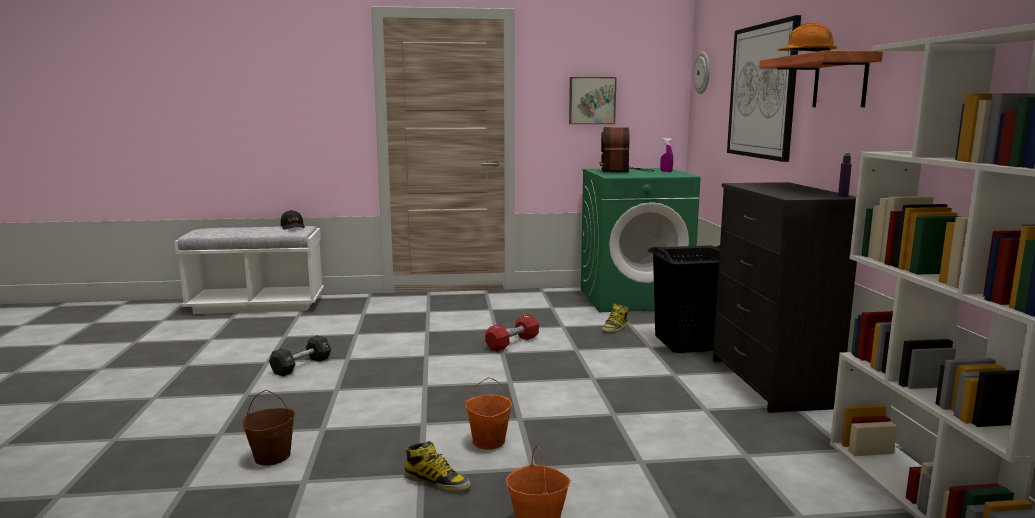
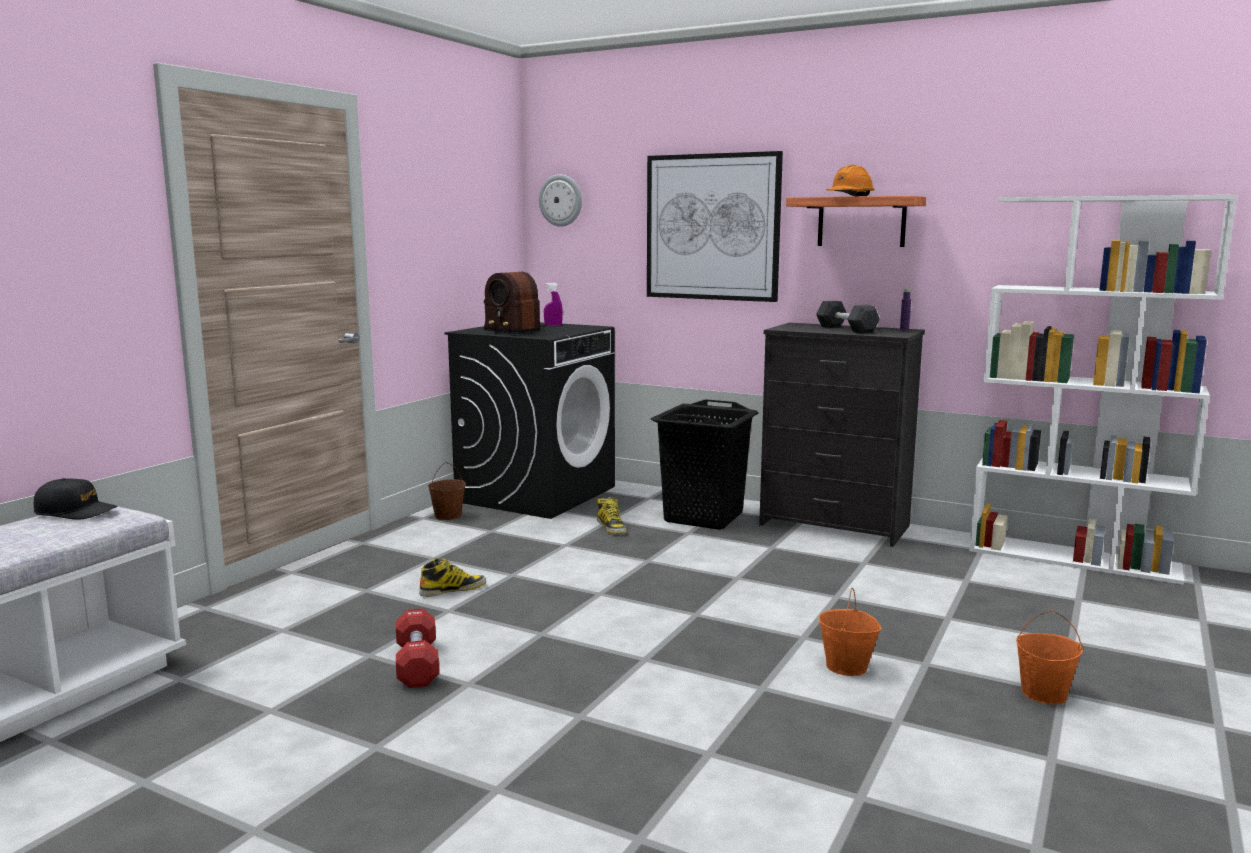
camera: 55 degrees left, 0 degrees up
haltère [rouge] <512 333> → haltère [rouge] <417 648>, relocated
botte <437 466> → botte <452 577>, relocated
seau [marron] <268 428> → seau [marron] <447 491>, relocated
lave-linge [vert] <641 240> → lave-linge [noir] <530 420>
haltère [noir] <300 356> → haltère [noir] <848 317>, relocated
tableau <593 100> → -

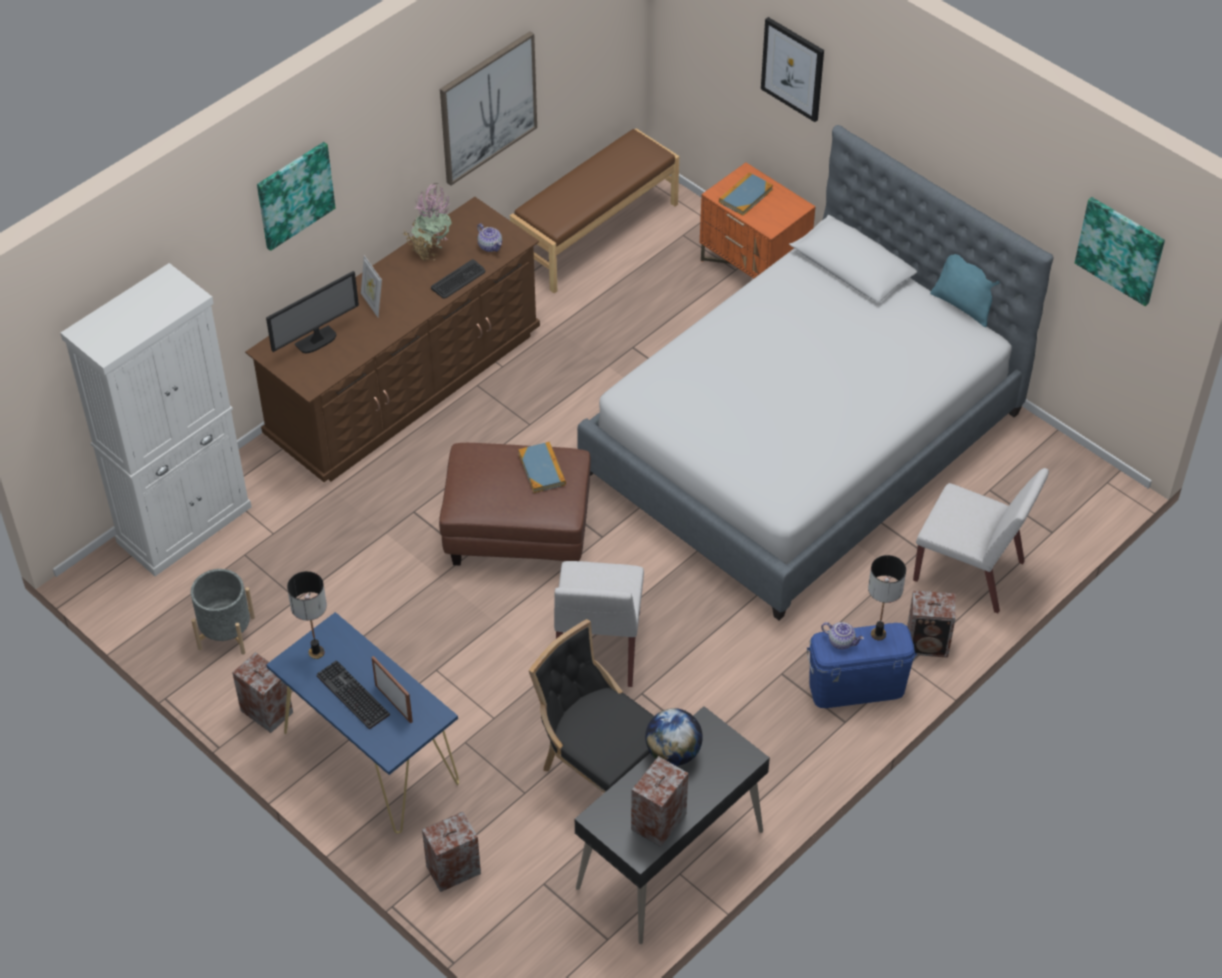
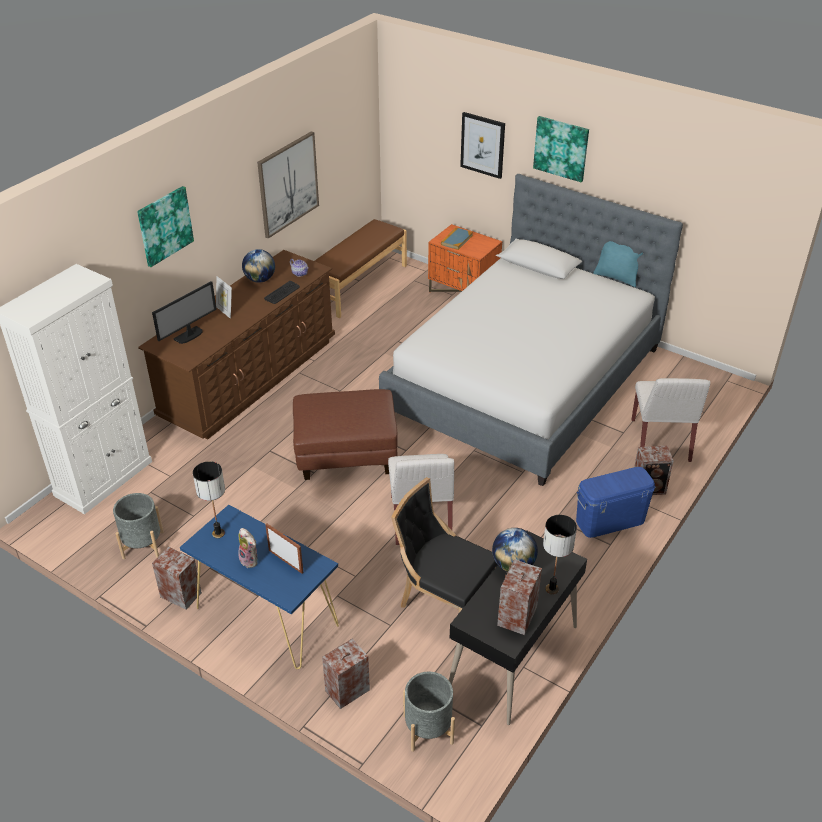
camera: 10 degrees left, 10 degrees down
clavier <353 695> → peluche <248 548>
plante en pot <427 222> → globe <258 266>
- → cache-pot [gris] <429 712>
tableau <1120 251> → tableau <561 149>, relocated
lampe de table <887 597> → lampe de table <560 554>, relocated
chaise [blanc] <981 540> → chaise [blanc] <670 420>, 75 degrees clockwise
livre <542 467> → -
théière <842 635> → -

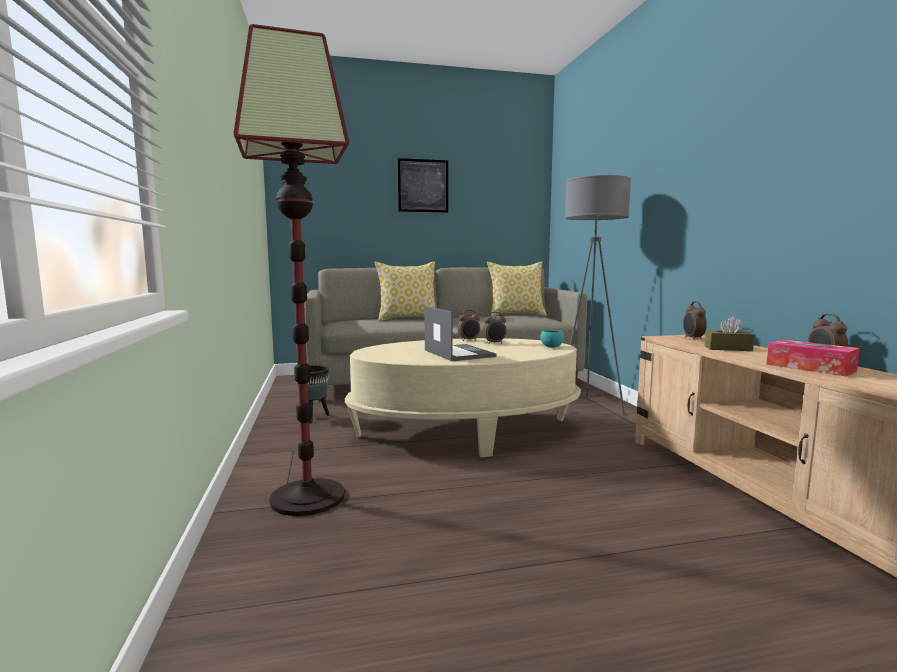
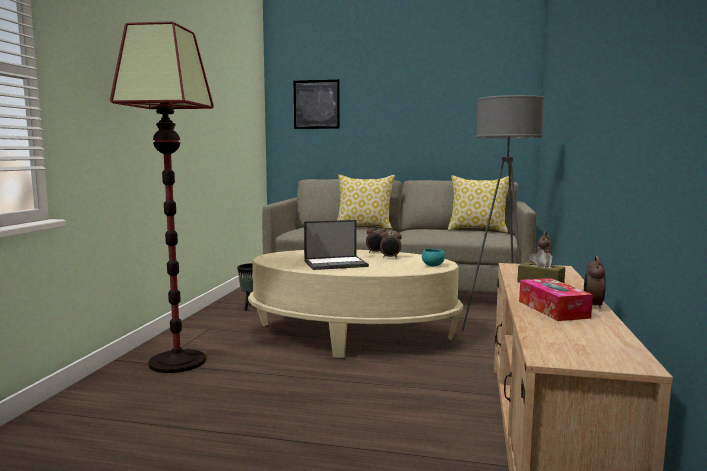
camera: 25 degrees right, 0 degrees up
tableau <423 185> → tableau <317 104>, relocated
ordinateur portable <460 333> → ordinateur portable <336 245>, 75 degrees clockwise

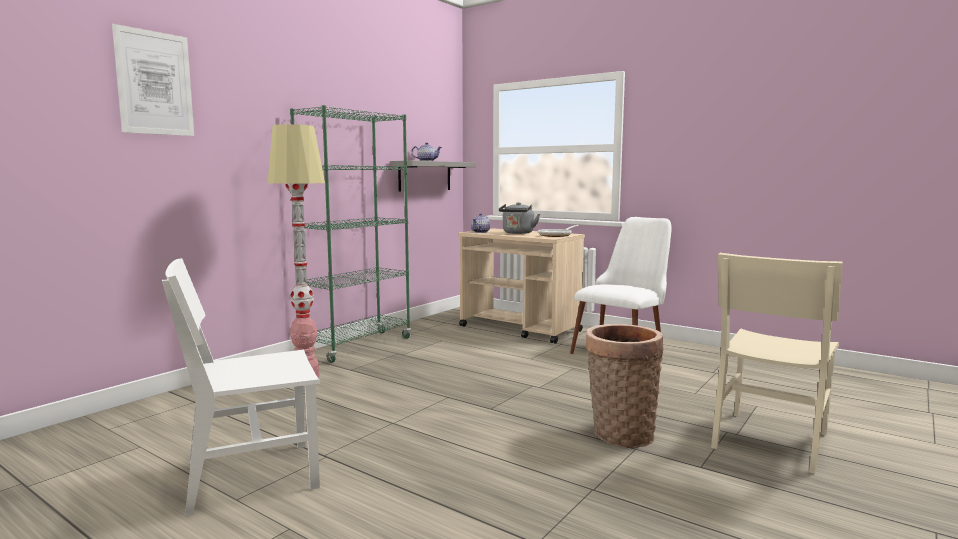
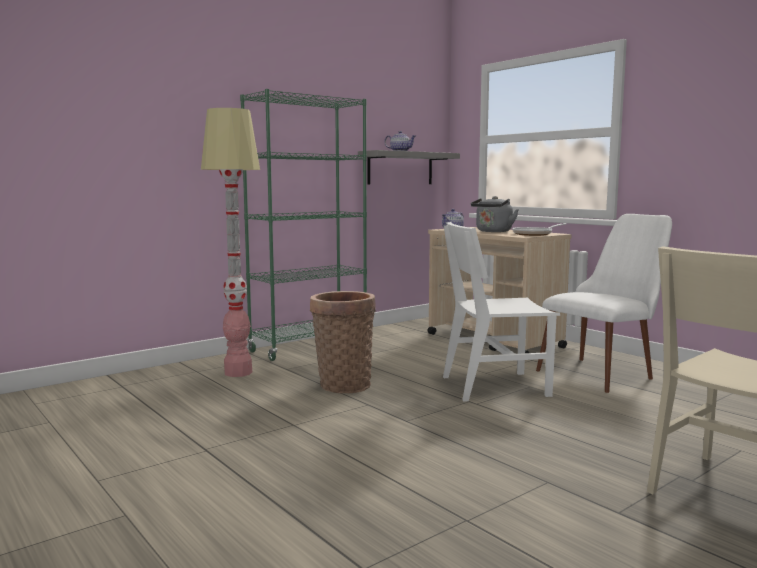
camera: 15 degrees right, 0 degrees up
panier <624 386> → panier <343 342>, relocated
chaise [blanc] <241 387> → chaise [blanc] <501 312>, relocated
tableau <153 80> → -

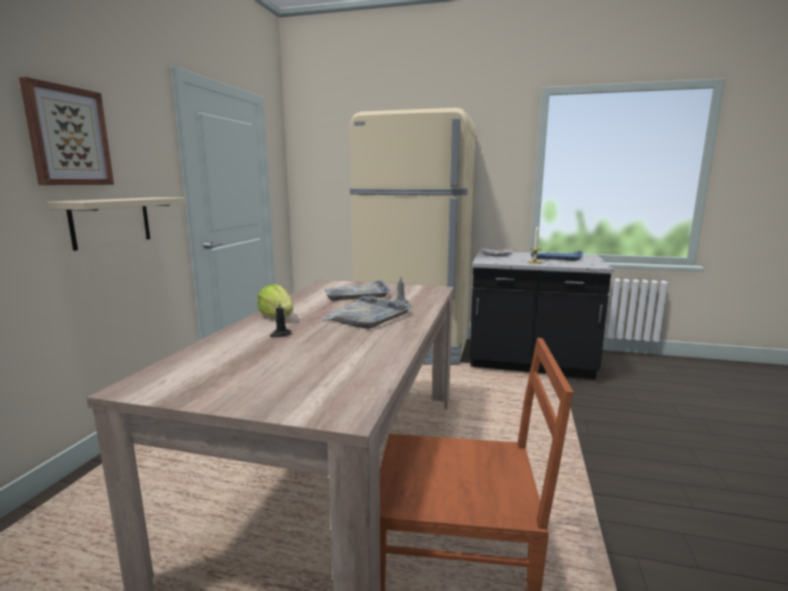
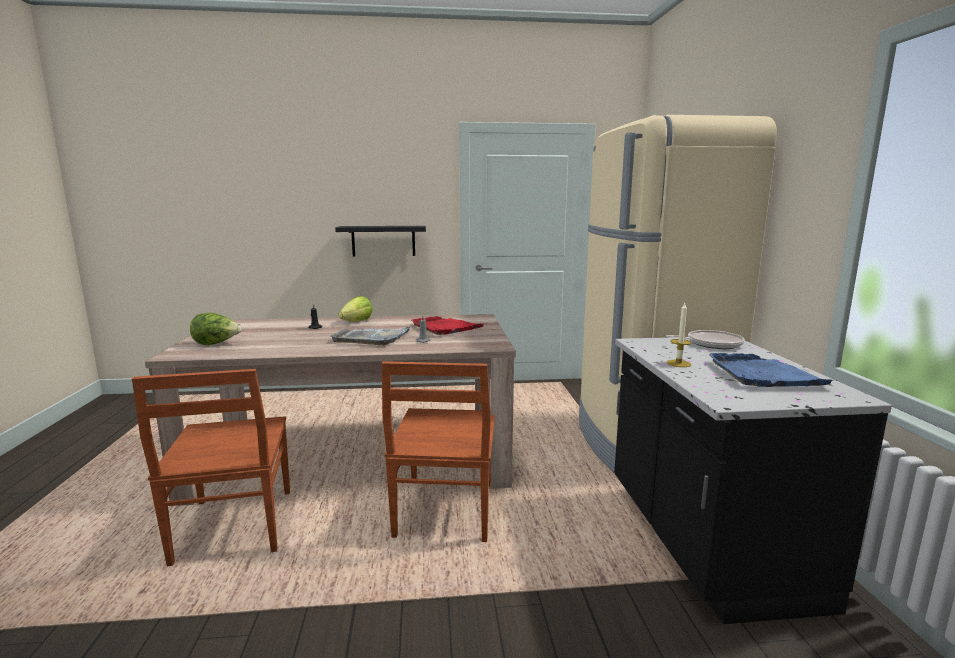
camera: 70 degrees right, 0 degrees up
- → laitue <216 329>
étagère [beige] <116 224> → étagère [noir] <380 241>
- → chaise [marron] <438 451>
plateau [gris] <358 290> → plateau [rouge] <447 325>
tableau <66 131> → -

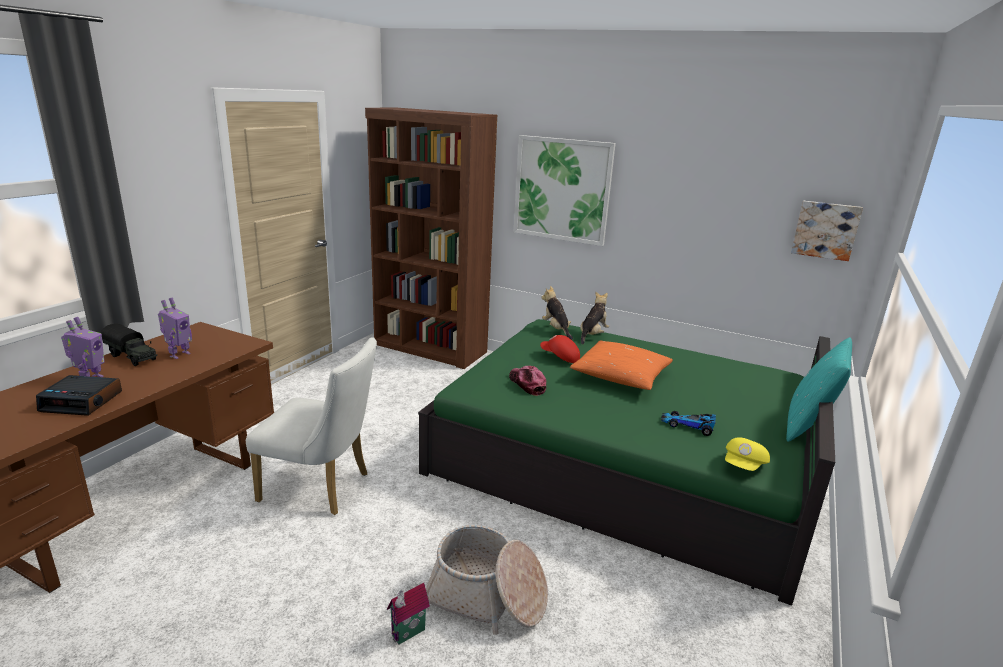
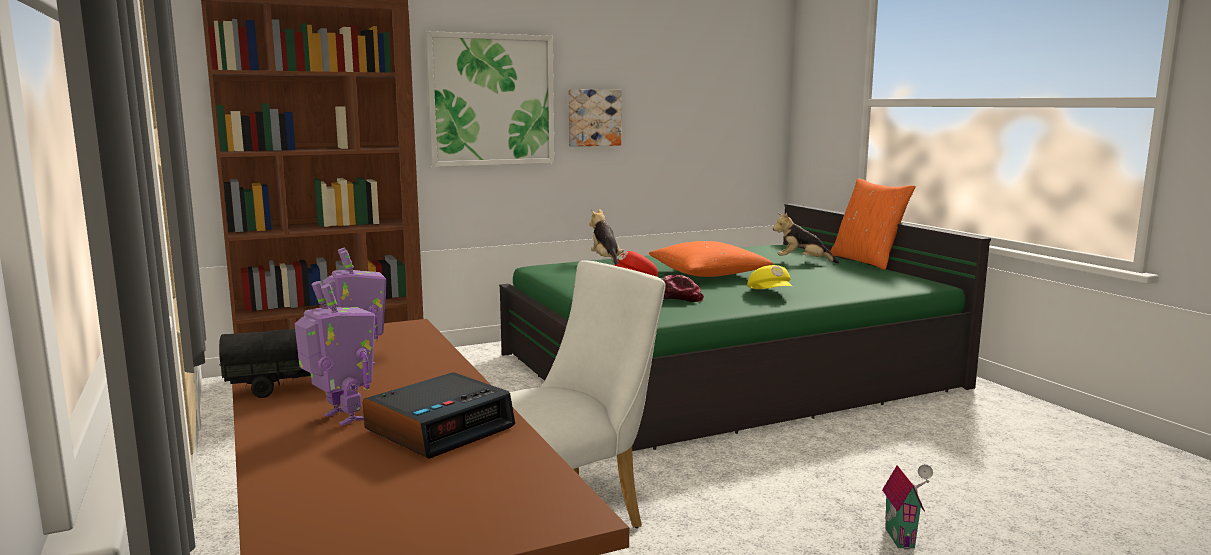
camera: 50 degrees left, 10 degrees down
tableau <827 231> → tableau <595 118>, relocated
casquette [jaune] <747 454> → casquette [jaune] <770 277>, relocated
peluche <557 313> → peluche <806 238>, relocated
coussin [turquoise] <819 389> → coussin [orange] <873 224>
panier <487 580> → -
petite voiture <688 423> → -

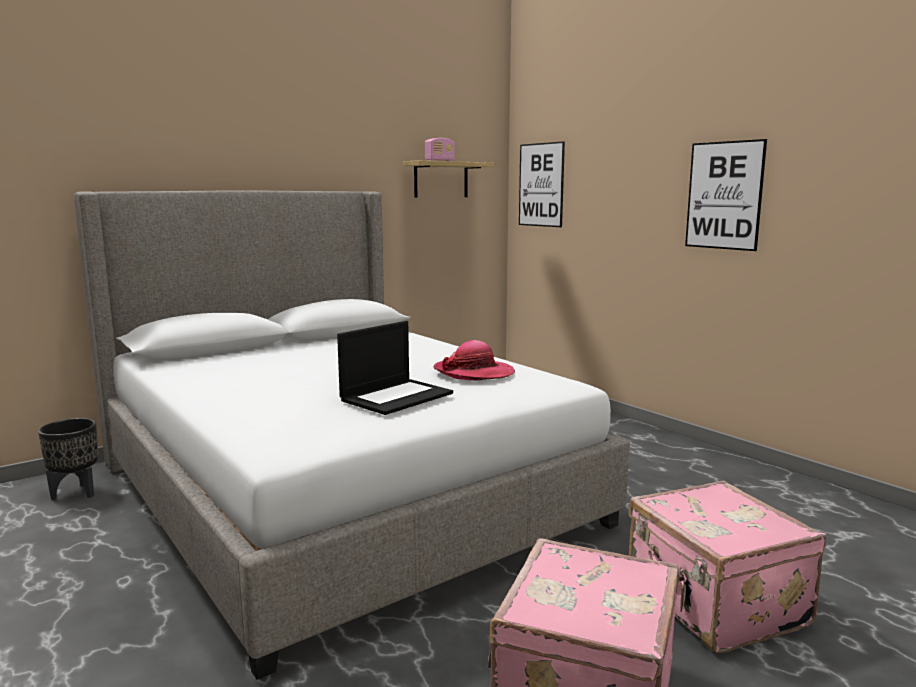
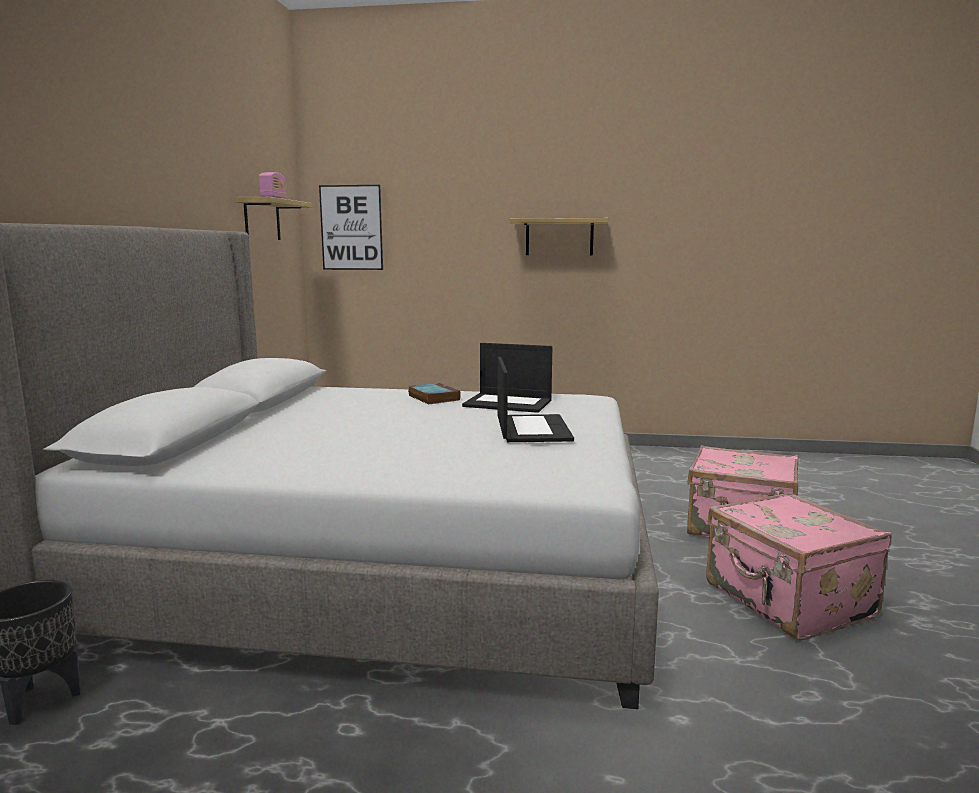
camera: 45 degrees left, 0 degrees up
- → livre <434 393>
chapeau <474 360> → ordinateur portable <507 378>
tableau <726 195> → étagère <559 236>

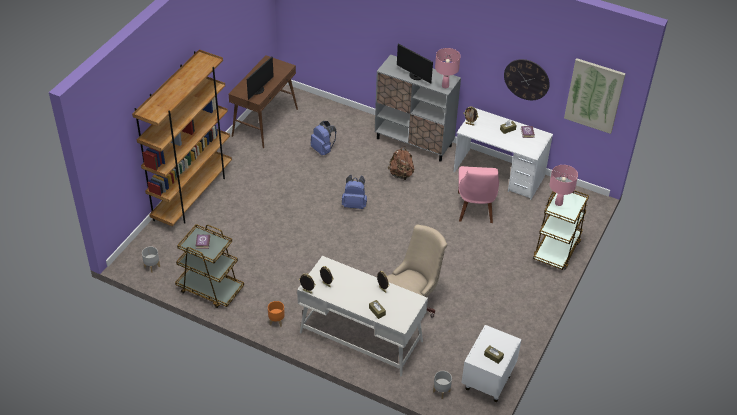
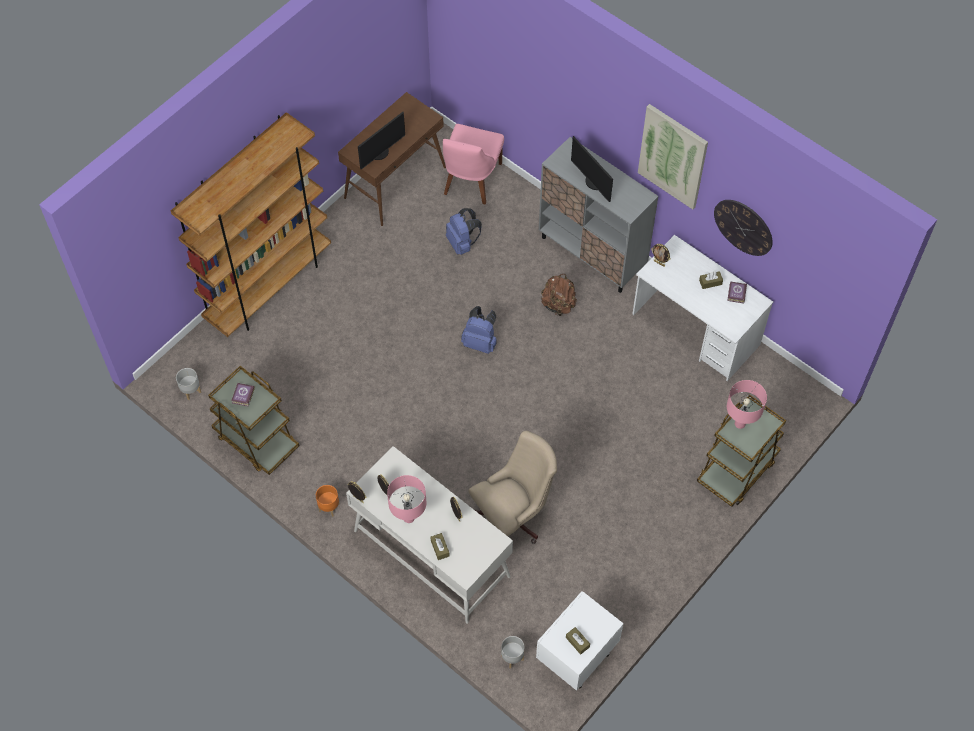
camera: 15 degrees right, 15 degrees up
lampe de table [rose] <447 68> → lampe de table [rose] <406 499>, relocated
chaise [rose] <478 194> → chaise [rose] <473 164>, relocated
tableau <595 96> → tableau <673 157>, relocated

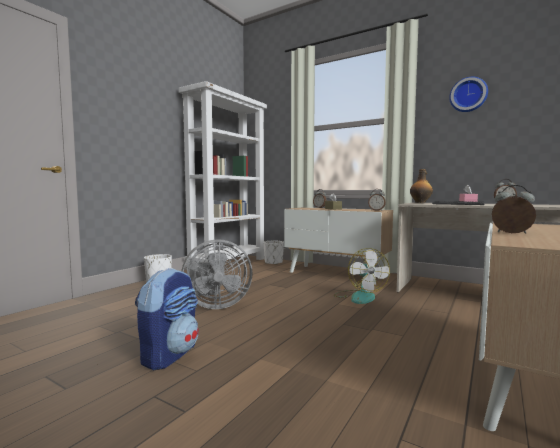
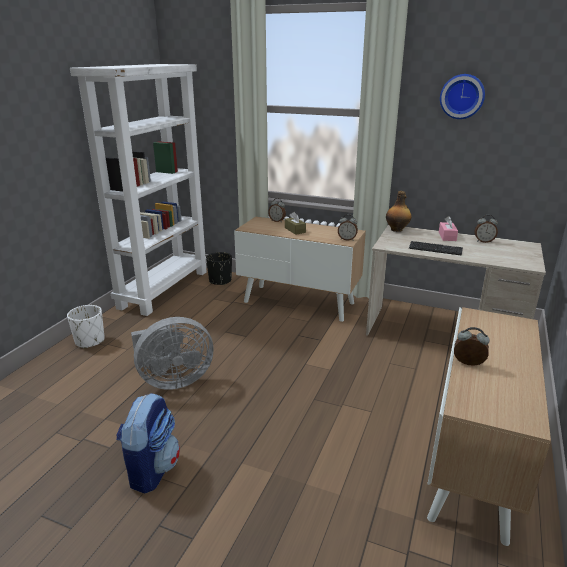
camera: 10 degrees left, 20 degrees up
cache-pot [blanc] <274 253> → cache-pot [noir] <219 268>
ventilateur <362 276> → -

